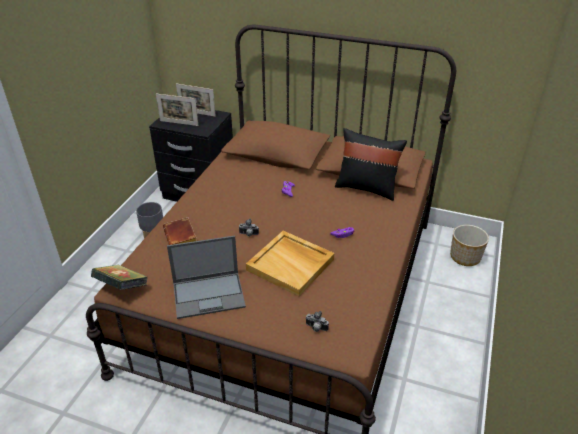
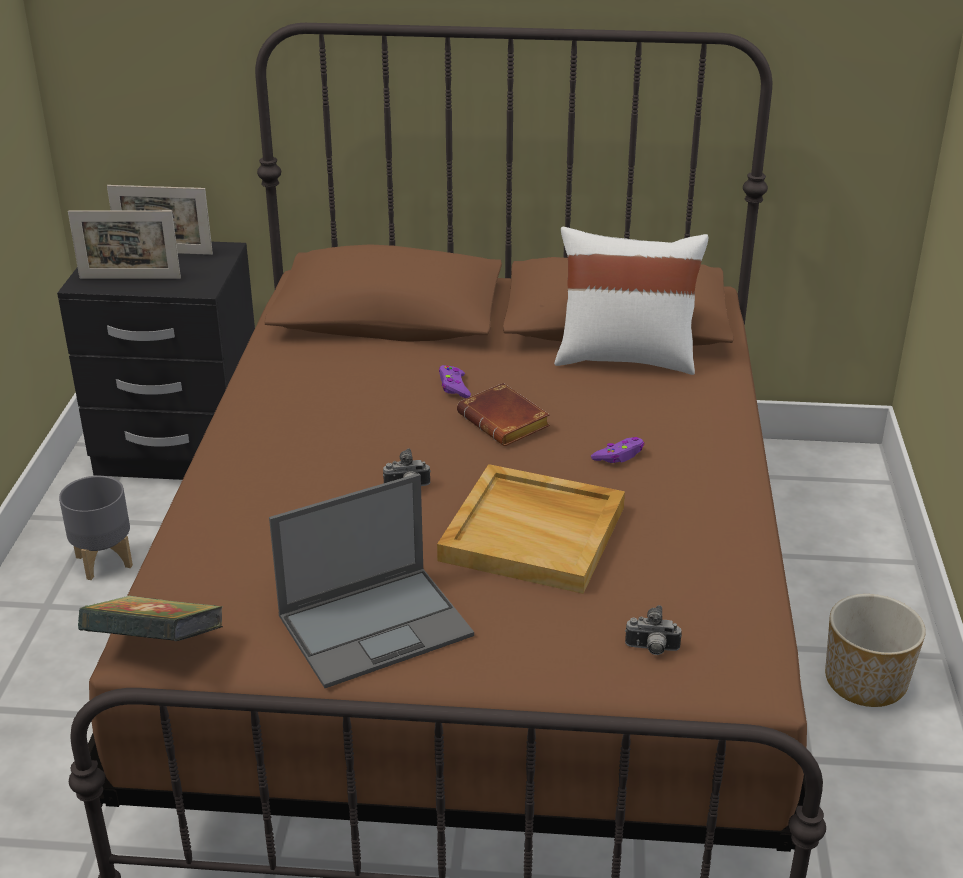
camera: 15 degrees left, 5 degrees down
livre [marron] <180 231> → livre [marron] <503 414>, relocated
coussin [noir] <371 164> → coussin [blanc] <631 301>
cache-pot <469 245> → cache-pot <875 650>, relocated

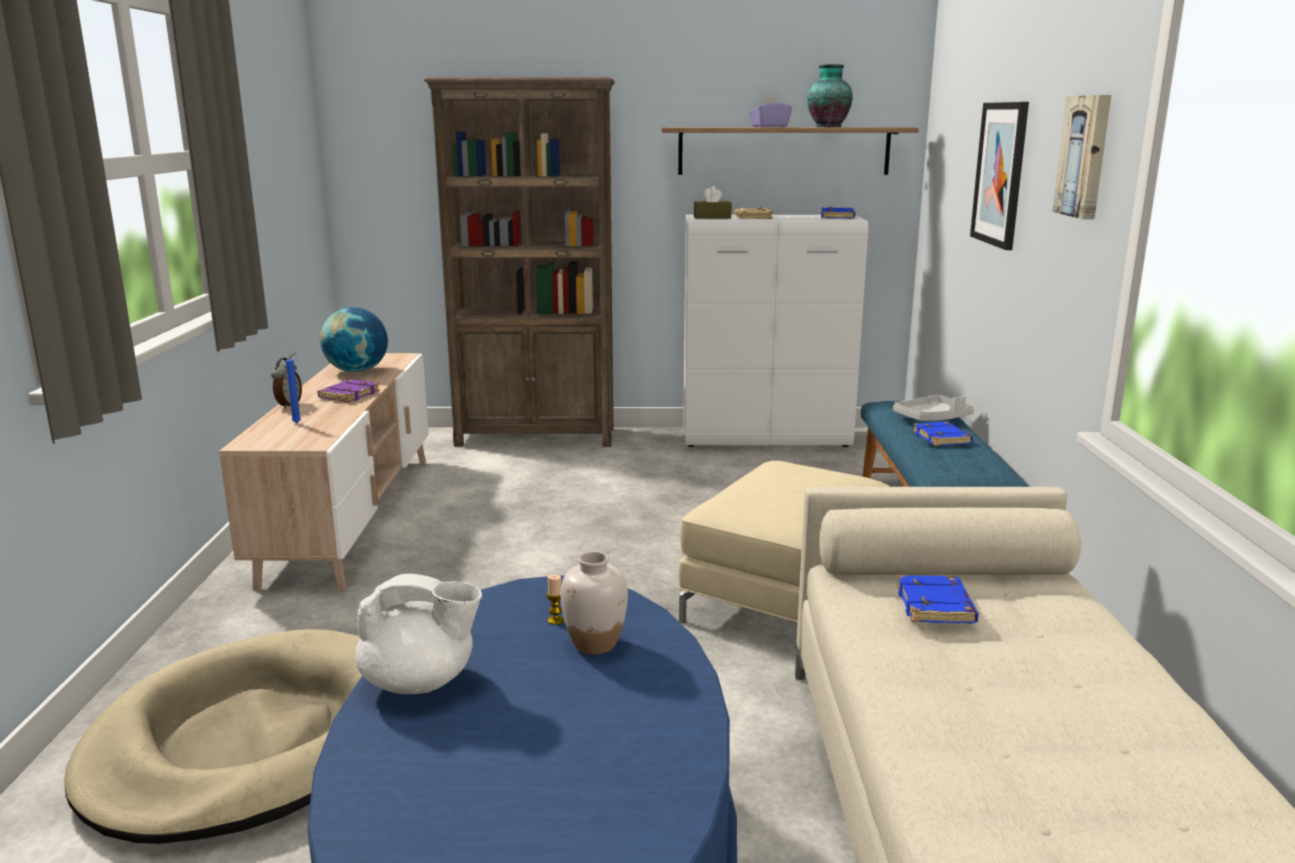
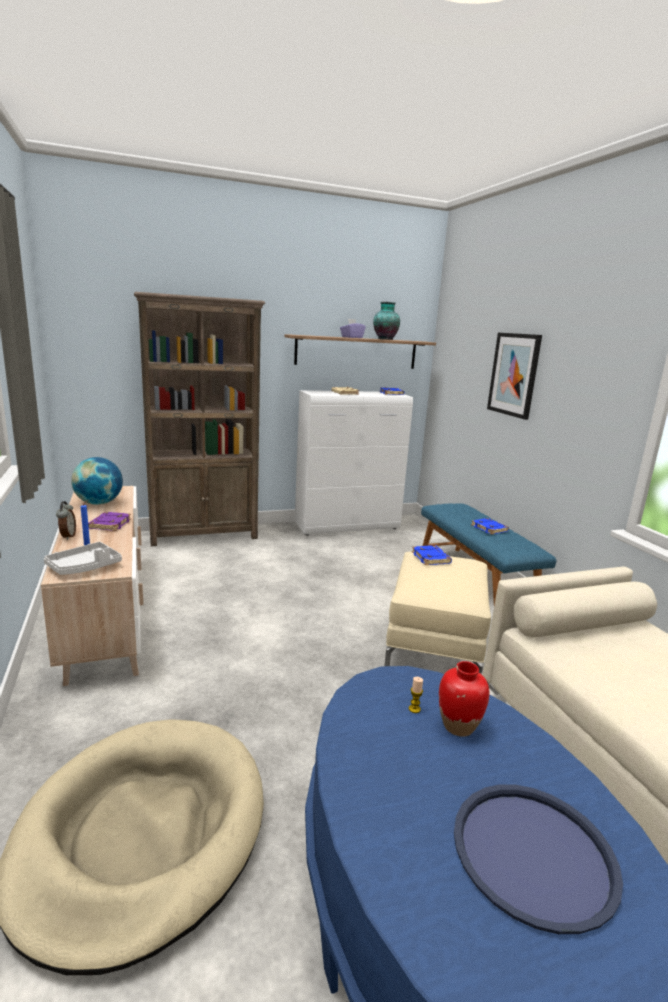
camera: 20 degrees left, 0 degrees up
plateau [gris] <933 408> → plateau [gris] <82 558>, relocated
livre [bleu] <938 599> → livre [bleu] <432 555>, relocated
vase [blanc] <594 603> → vase [rouge] <464 698>
- → plateau [bleu] <538 859>
théière [blanc] <418 634> → -
boîte à mouchoirs [marron] <713 202> → -
tableau <1081 157> → -

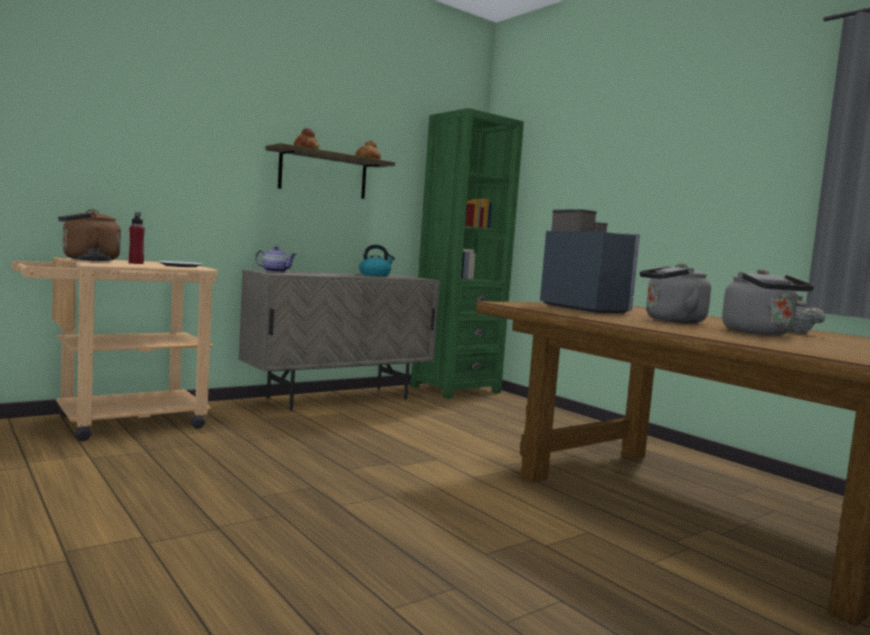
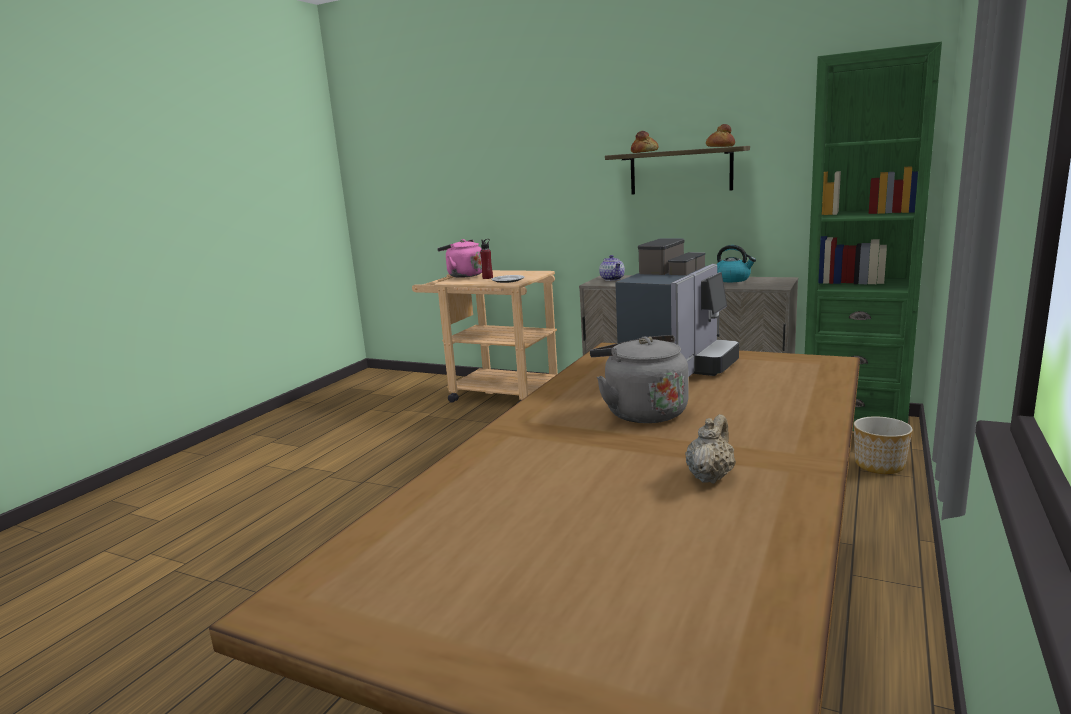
camera: 65 degrees right, 10 degrees up
bouilloire [marron] <89 235> → bouilloire [rose] <459 258>
- → cache-pot <883 445>
bouilloire [gris] <768 302> → -

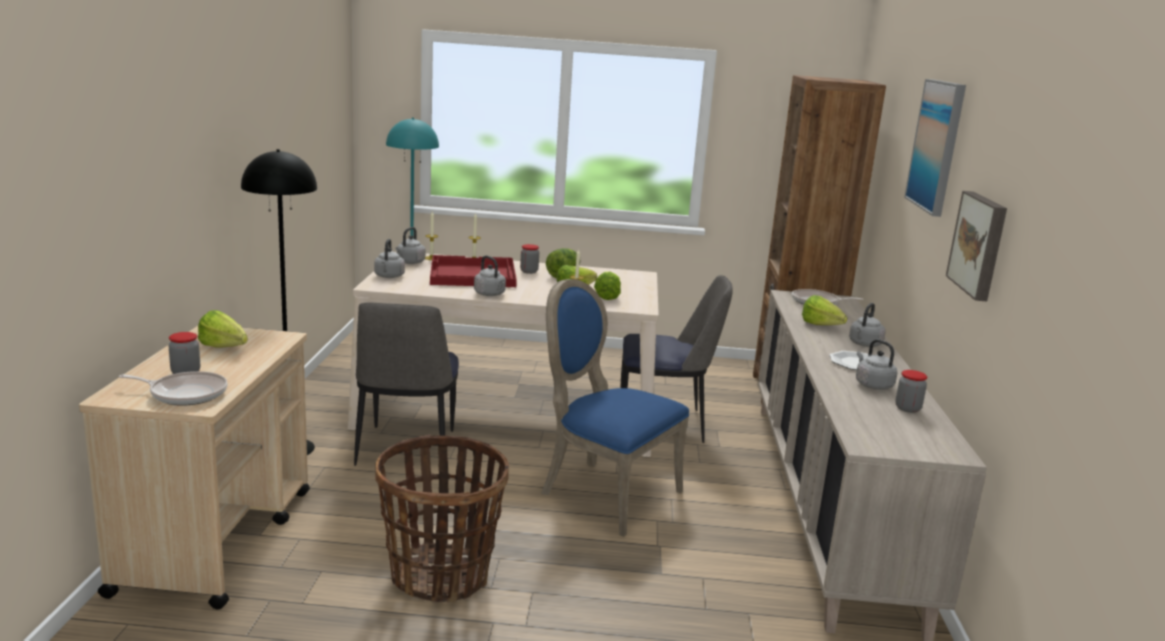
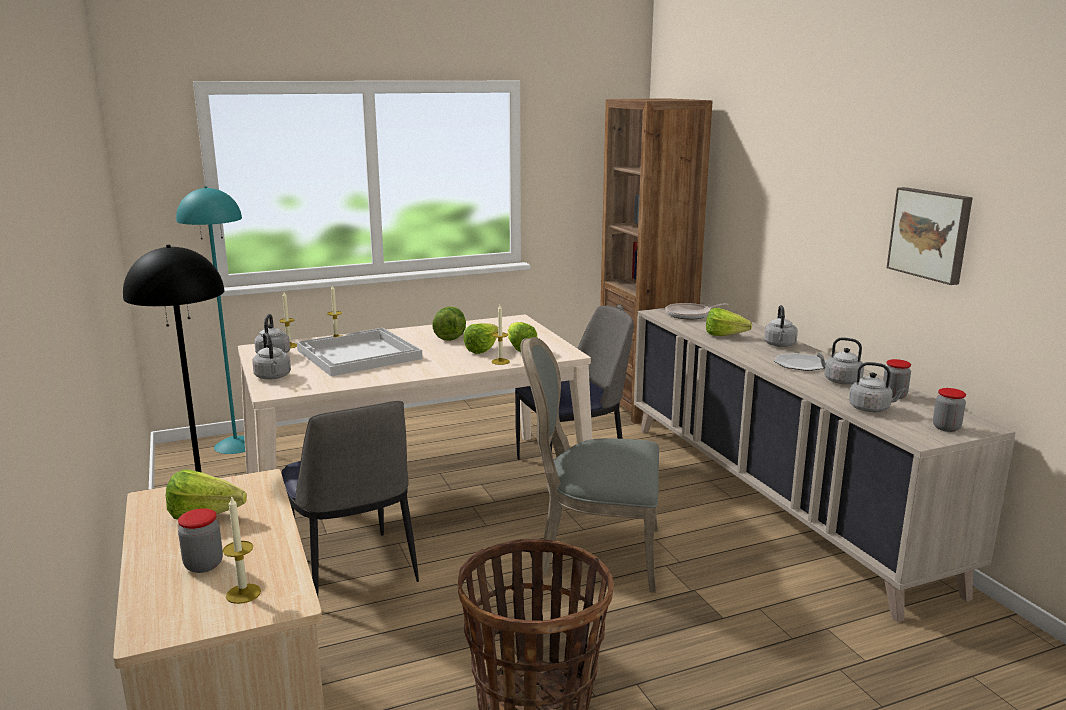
camera: 25 degrees left, 0 degrees up
poêle <173 388> → bougie <242 549>
plateau [rouge] <473 271> → plateau [blanc] <360 352>
chaise [bleu] <615 408> → chaise [gris] <589 465>
bouilloire [gris] <490 276> → bouilloire [gris] <877 387>, relocated
bocal <529 259> → bocal <949 410>, relocated
tableau <935 148> → -

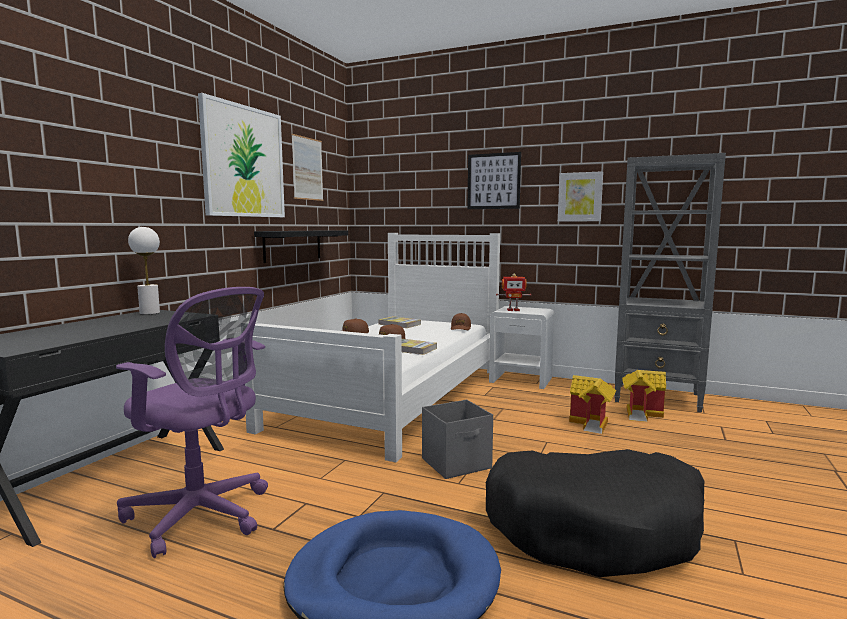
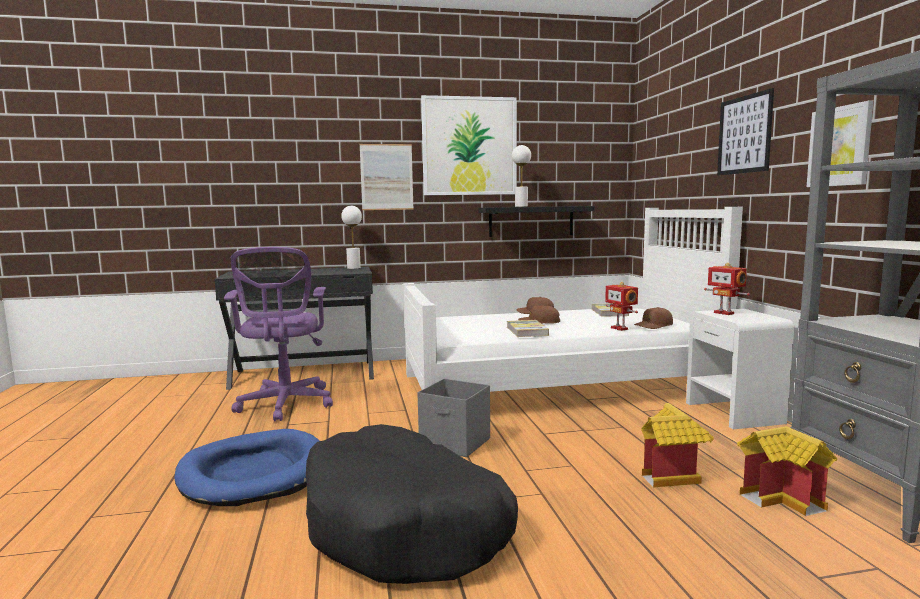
camera: 55 degrees right, 0 degrees up
tableau <307 167> → tableau <387 177>, relocated
- → lampe de table [blanc] <521 176>
- → robot jouet <621 306>

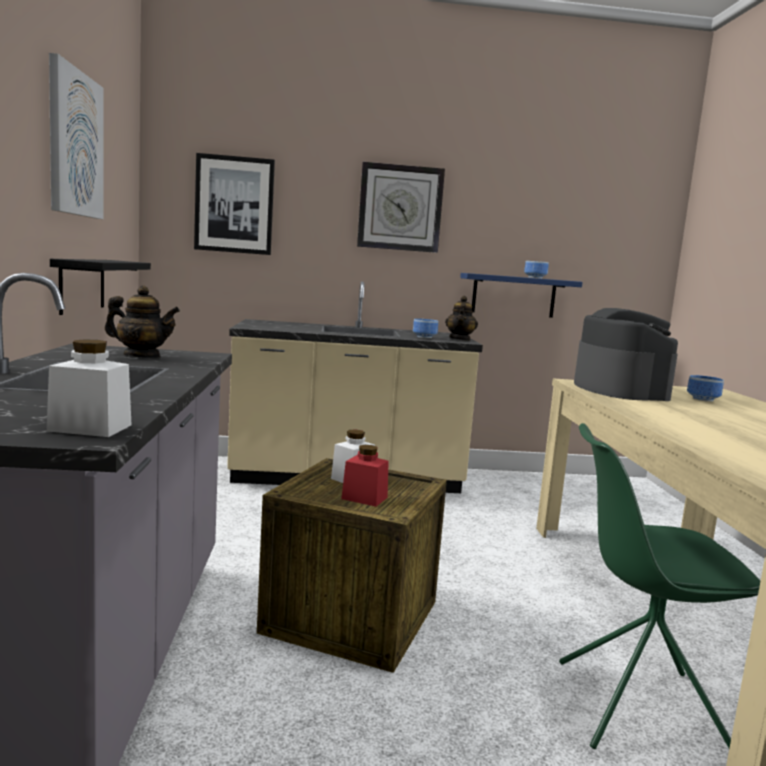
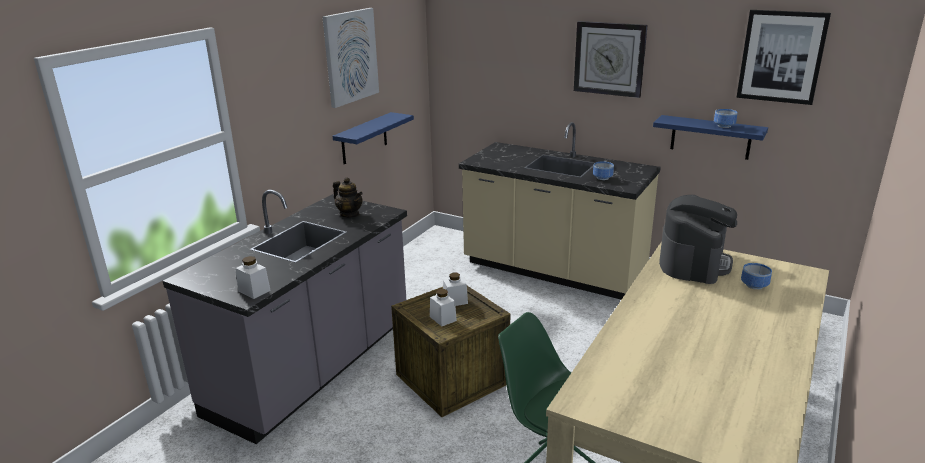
camera: 35 degrees right, 15 degrees up
étagère [noir] <100 287> → étagère [bleu] <373 138>
bocal [rouge] <365 476> → bocal [blanc] <443 308>
tableau <234 204> → tableau <783 57>, relocated
théière <461 318> → -

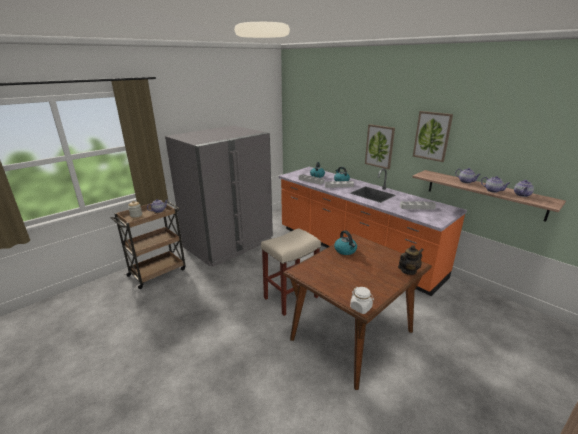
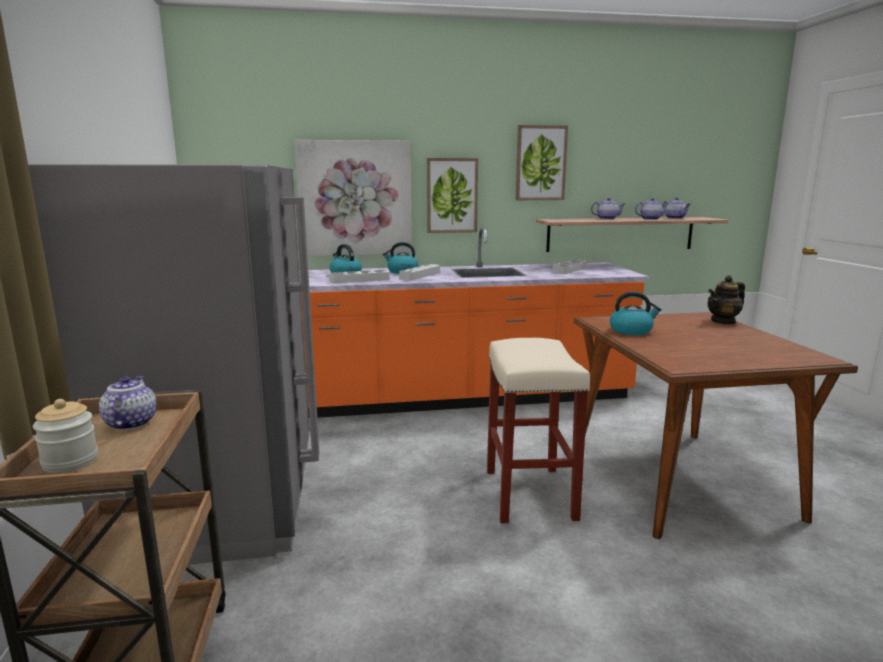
camera: 55 degrees left, 10 degrees down
- → tableau <353 198>
théière <411 260> → théière <726 299>, 120 degrees counterclockwise
bocal [blanc] <362 300> → -

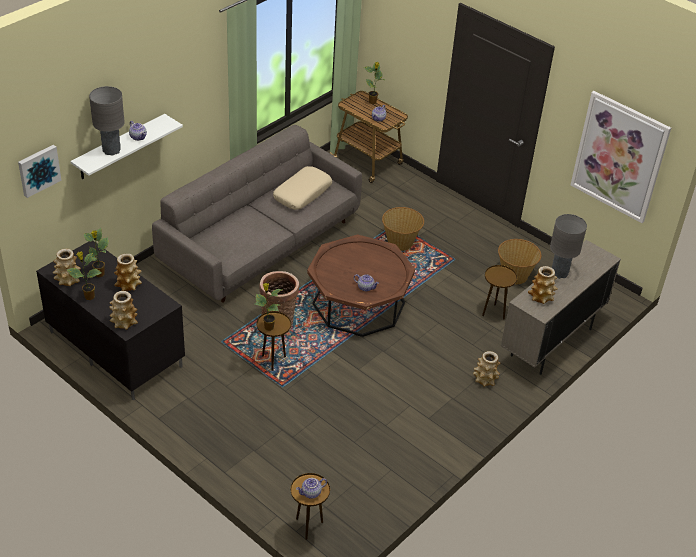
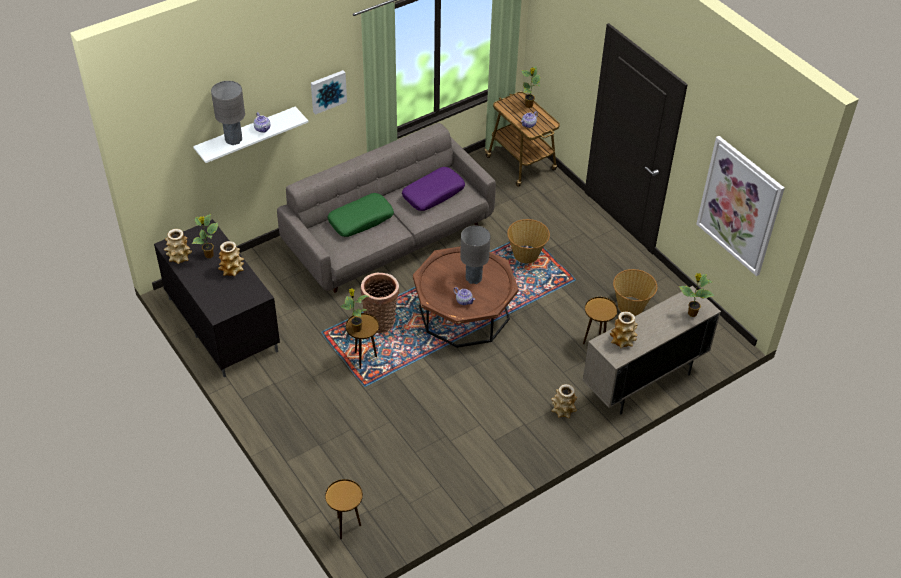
camera: 15 degrees right, 5 degrees up
tableau <39 171> → tableau <329 92>, relocated
- → coussin [vert] <360 215>
coussin [beige] <302 188> → coussin [violet] <433 189>
lampe de table [gris] <568 246> → lampe de table [gris] <475 254>, relocated
plante en pot <84 276> → plante en pot <697 295>, relocated
vase <123 310> → -
théière <311 488> → -

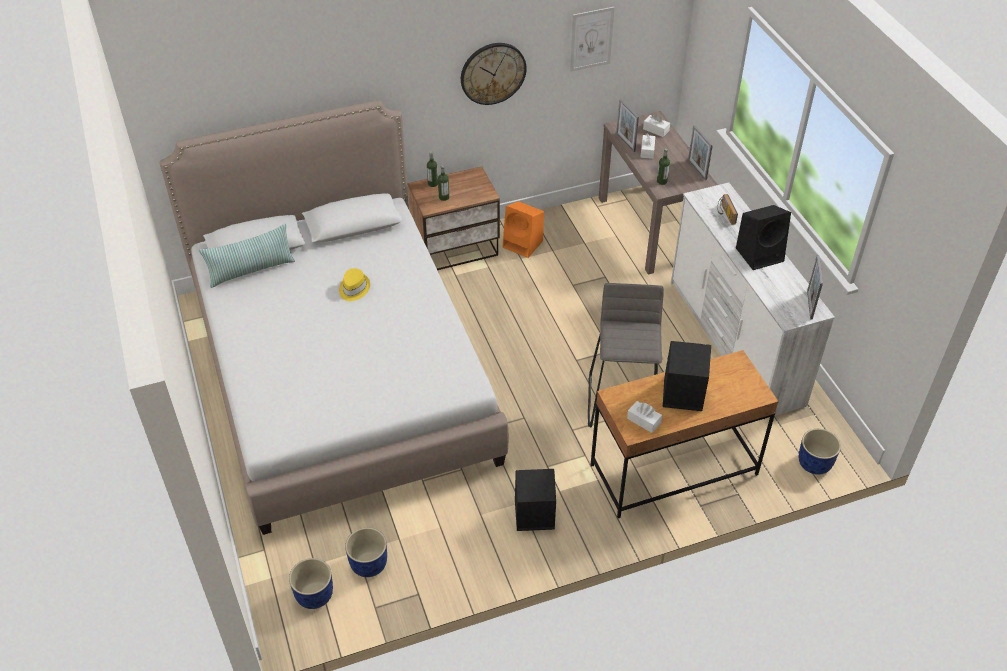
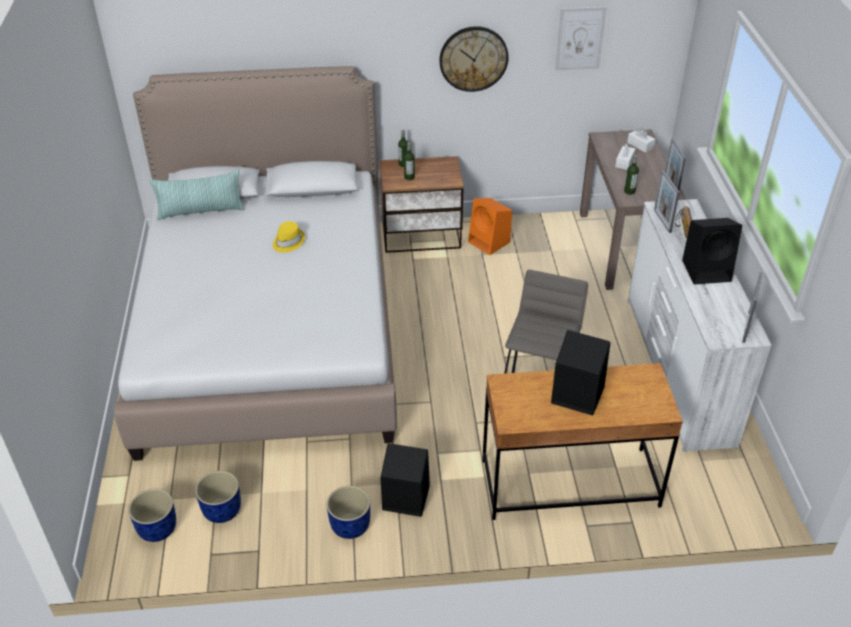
camera: 15 degrees right, 5 degrees down
cache-pot [bleu] <820 452> → cache-pot [bleu] <348 512>, relocated
cadre photo <627 125> → cadre photo <667 201>, relocated
boîte à mouchoirs [blanc] <644 417> → -

